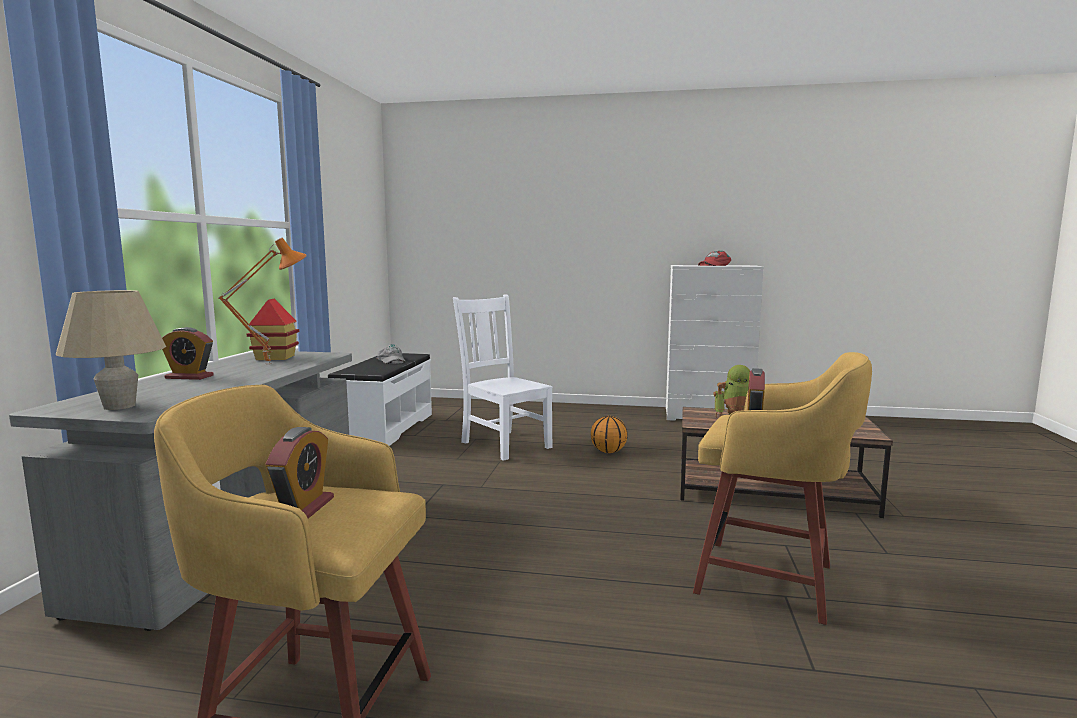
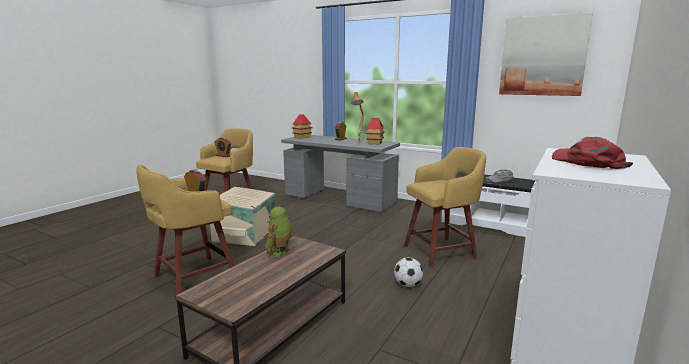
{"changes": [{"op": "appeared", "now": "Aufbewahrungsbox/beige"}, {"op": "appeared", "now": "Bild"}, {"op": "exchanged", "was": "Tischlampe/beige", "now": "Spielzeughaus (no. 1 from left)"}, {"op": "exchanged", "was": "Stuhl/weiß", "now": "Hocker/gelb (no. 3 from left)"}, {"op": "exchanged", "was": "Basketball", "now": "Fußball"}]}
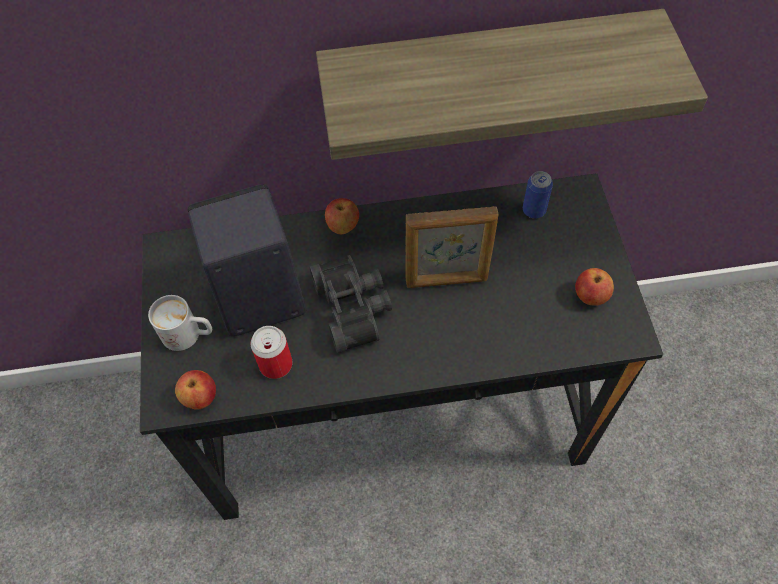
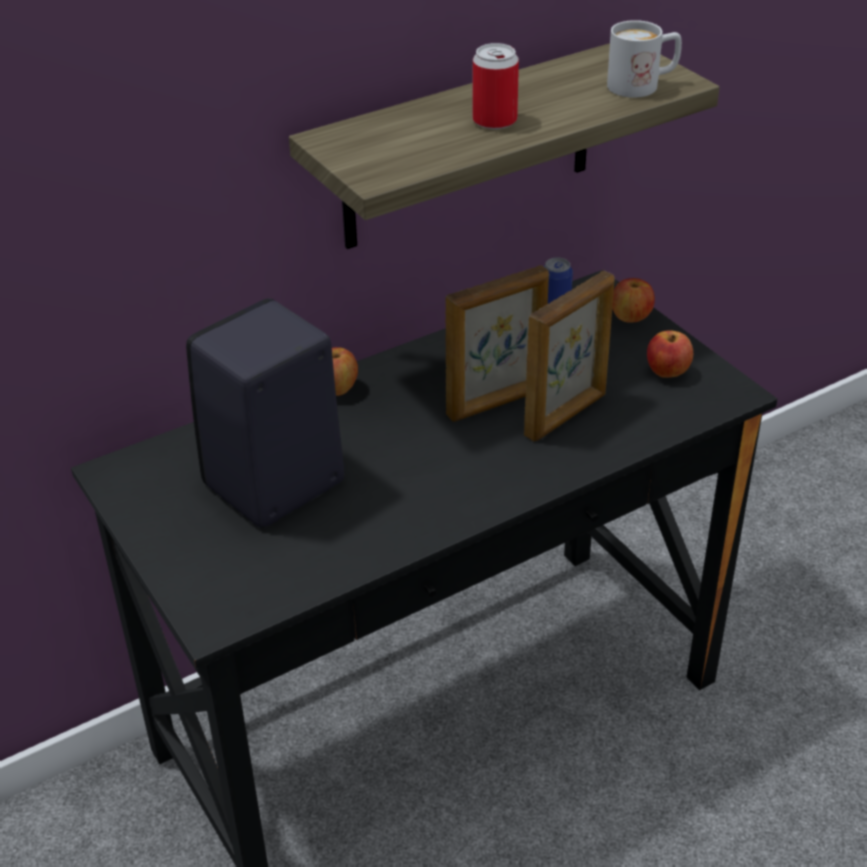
{"changes": [{"op": "missing", "was": "Fernglas/schwarz"}, {"op": "appeared", "now": "Bilderrahmen (no. 2 from left)"}, {"op": "relocated", "was": "Henkelbecher/weiß"}, {"op": "relocated", "was": "Apfel (no. 1 from left in the first image)", "now": "Apfel (no. 2 from left)"}, {"op": "relocated", "was": "Dose (no. 1 from left)"}]}
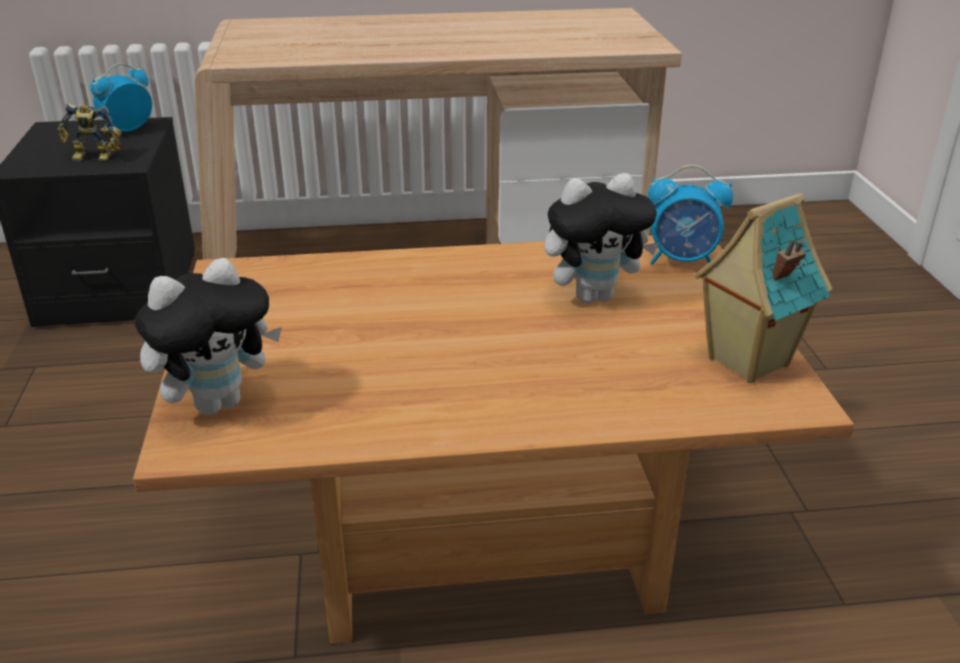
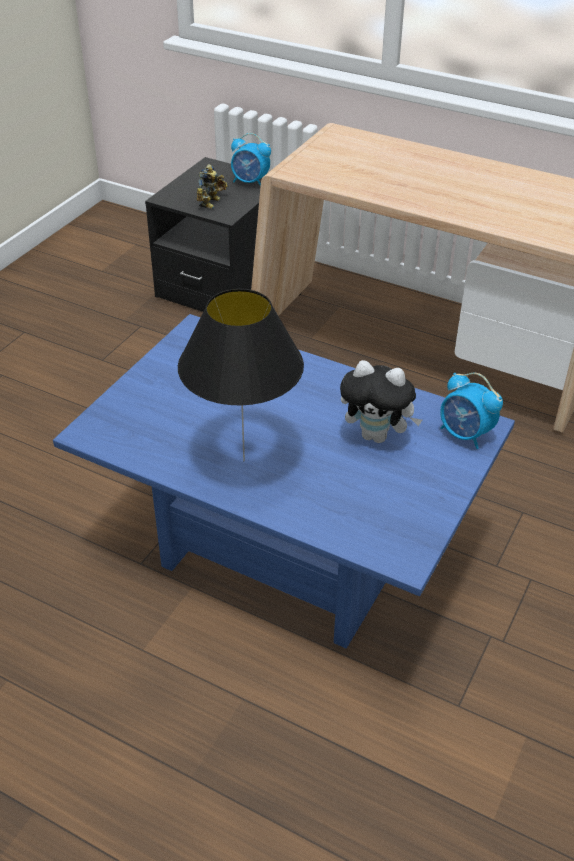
{"changes": [{"op": "missing", "was": "Plüschtier (no. 1 from left)"}, {"op": "missing", "was": "Spielzeughaus"}, {"op": "appeared", "now": "Tischlampe/schwarz"}, {"op": "colour", "was": "Couchtisch/braun", "now": "Couchtisch/blau"}, {"op": "spun", "was": "Spielzeugroboter", "clockwise": -105}, {"op": "spun", "was": "Wecker (no. 1 from left)", "clockwise": -150}]}
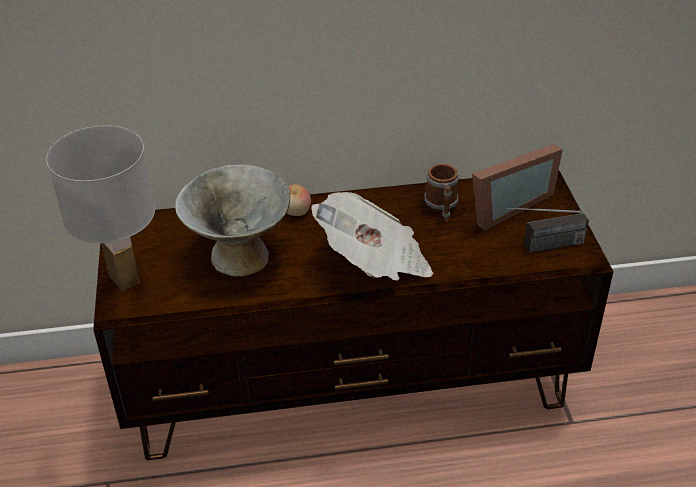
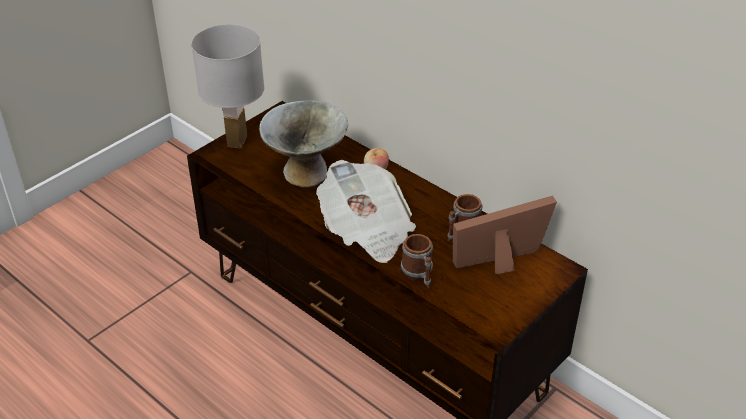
{"changes": [{"op": "missing", "was": "Radio"}, {"op": "appeared", "now": "Henkelbecher (no. 1 from left)"}, {"op": "spun", "was": "Bilderrahmen", "clockwise": 150}]}
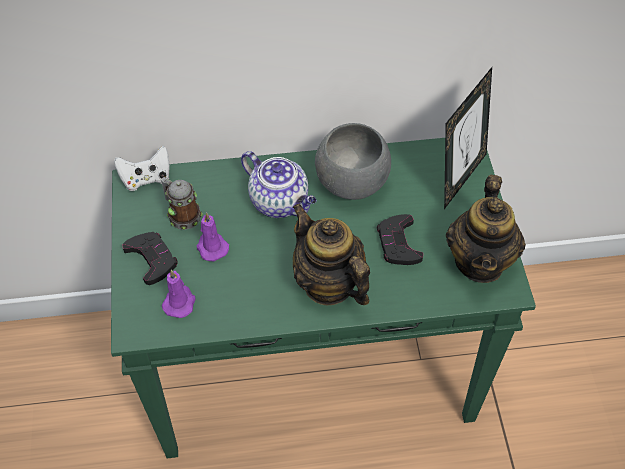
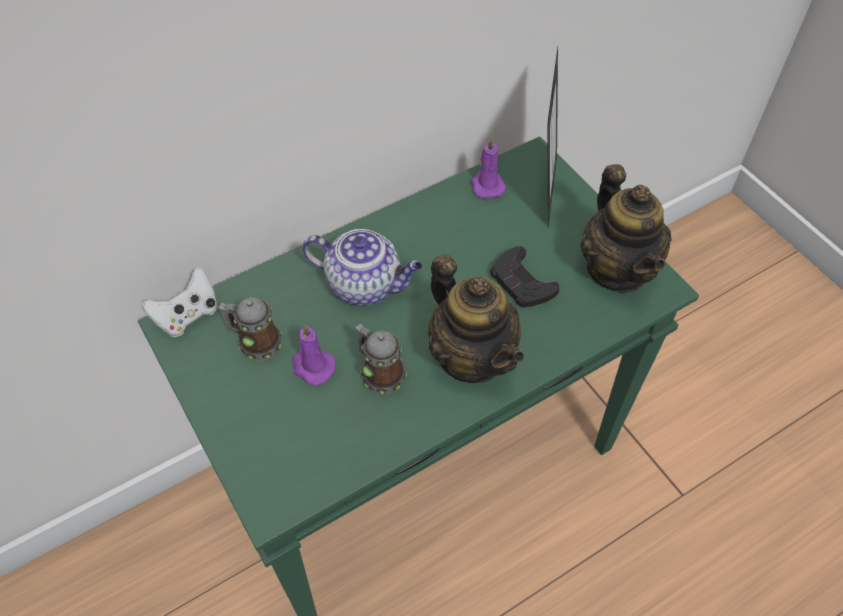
{"changes": [{"op": "missing", "was": "Gamepad/schwarz (no. 1 from left)"}, {"op": "missing", "was": "Schüssel/grau"}, {"op": "appeared", "now": "Henkelbecher (no. 2 from left)"}, {"op": "relocated", "was": "Kerze/lila (no. 1 from left in the first image)", "now": "Kerze/lila (no. 2 from left)"}, {"op": "spun", "was": "Teekanne (no. 2 from left)", "clockwise": -150}]}
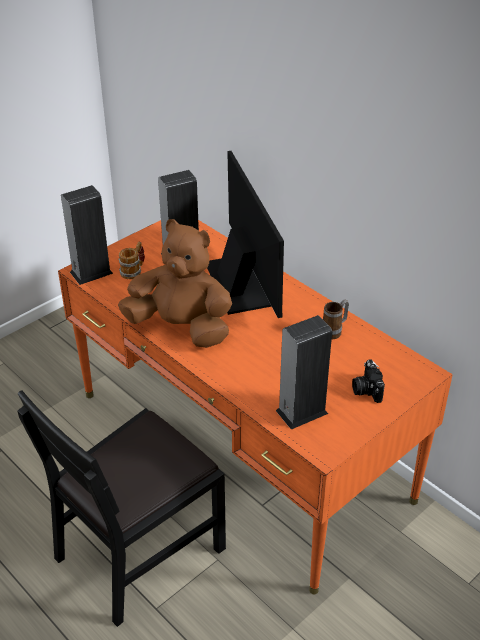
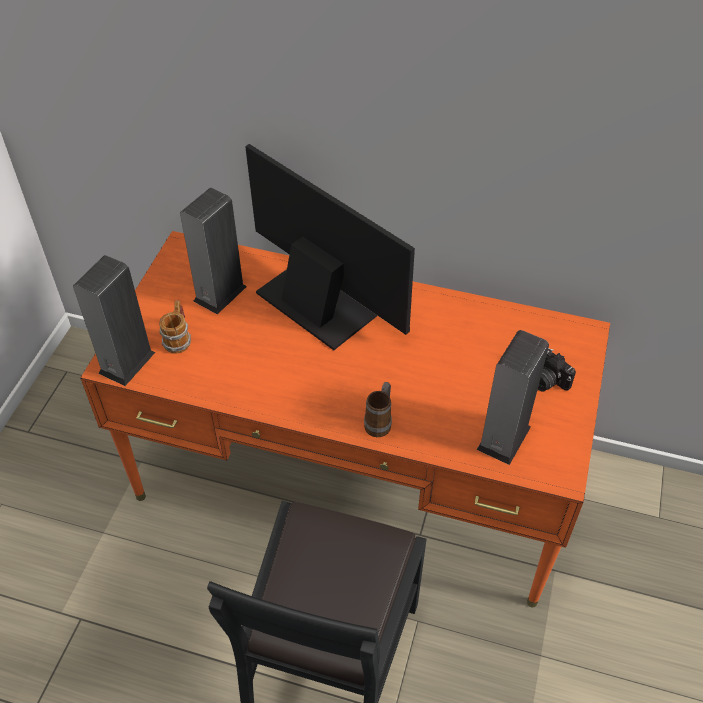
{"changes": [{"op": "missing", "was": "Plüschtier/braun"}, {"op": "relocated", "was": "Henkelbecher (no. 2 from left)"}]}
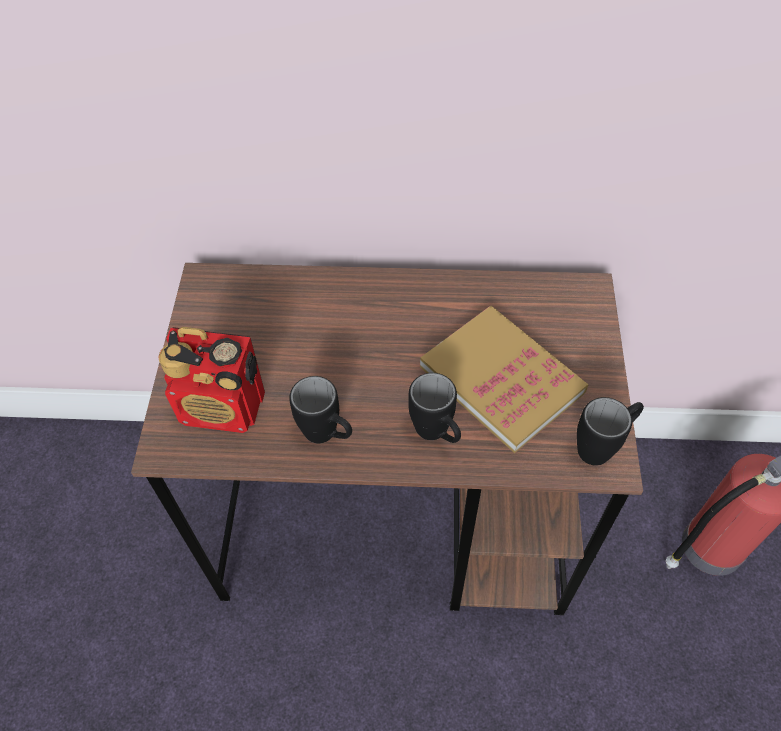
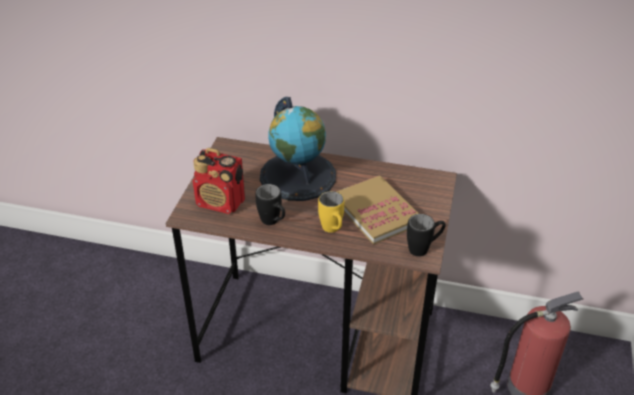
{"changes": [{"op": "appeared", "now": "Globus"}, {"op": "colour", "was": "Henkelbecher/schwarz (no. 2 from left)", "now": "Henkelbecher/gelb"}]}
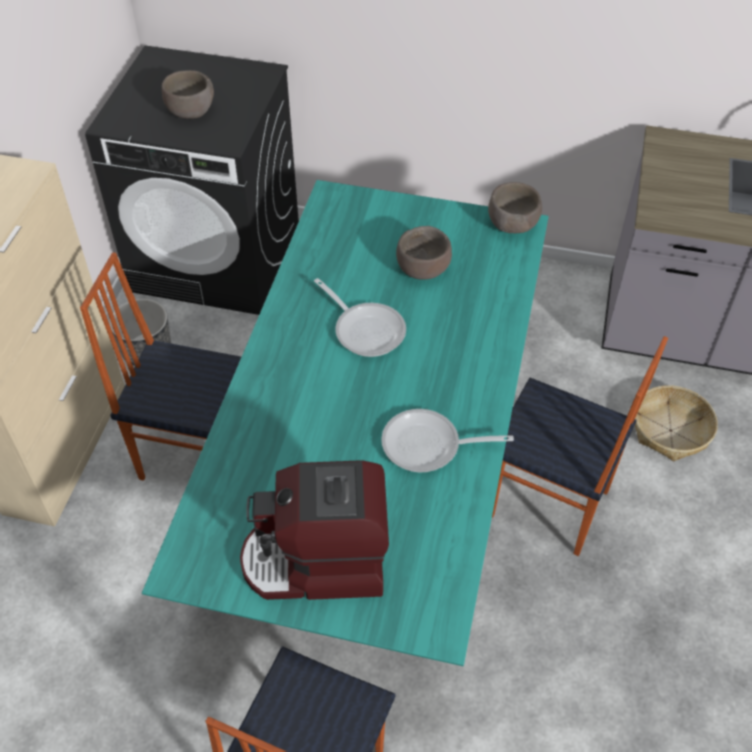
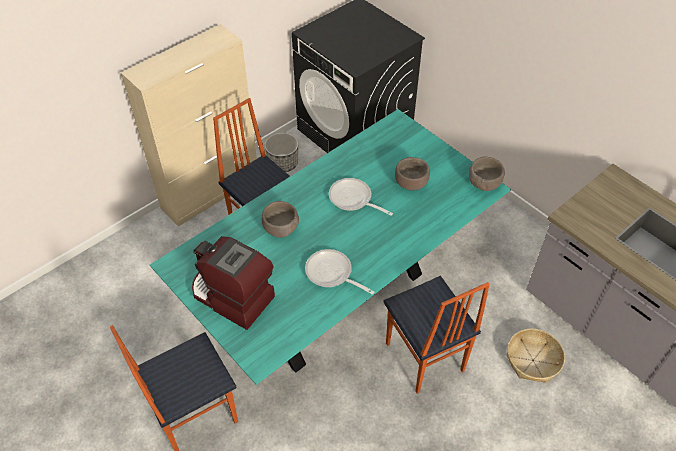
{"changes": [{"op": "relocated", "was": "Schüssel/braun (no. 1 from left)"}, {"op": "spun", "was": "Pfanne (no. 1 from left in the first image)", "clockwise": 135}]}
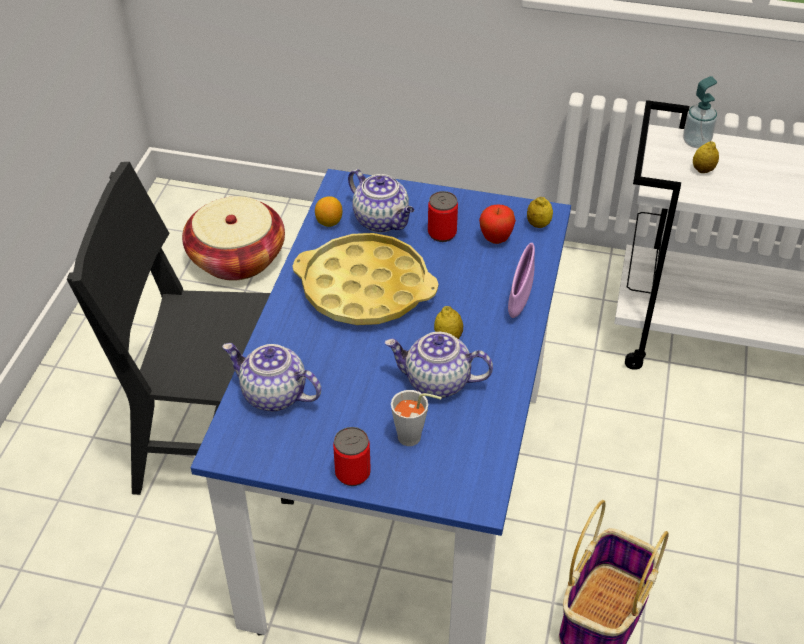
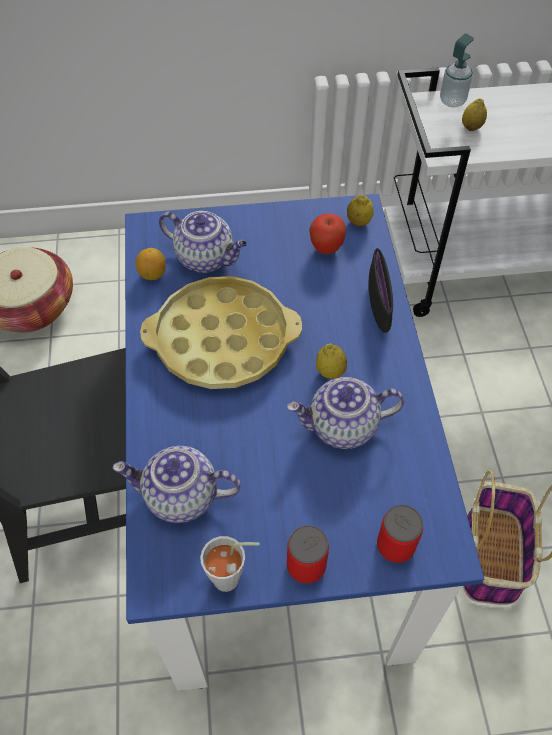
{"changes": [{"op": "relocated", "was": "Tasse/grau"}, {"op": "relocated", "was": "Dose (no. 2 from left)"}, {"op": "colour", "was": "Schüssel/lila", "now": "Schüssel/schwarz"}]}
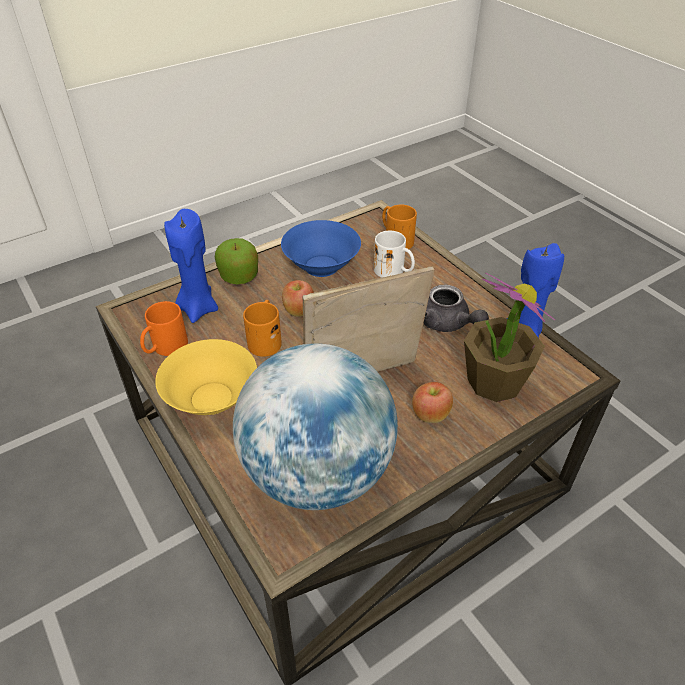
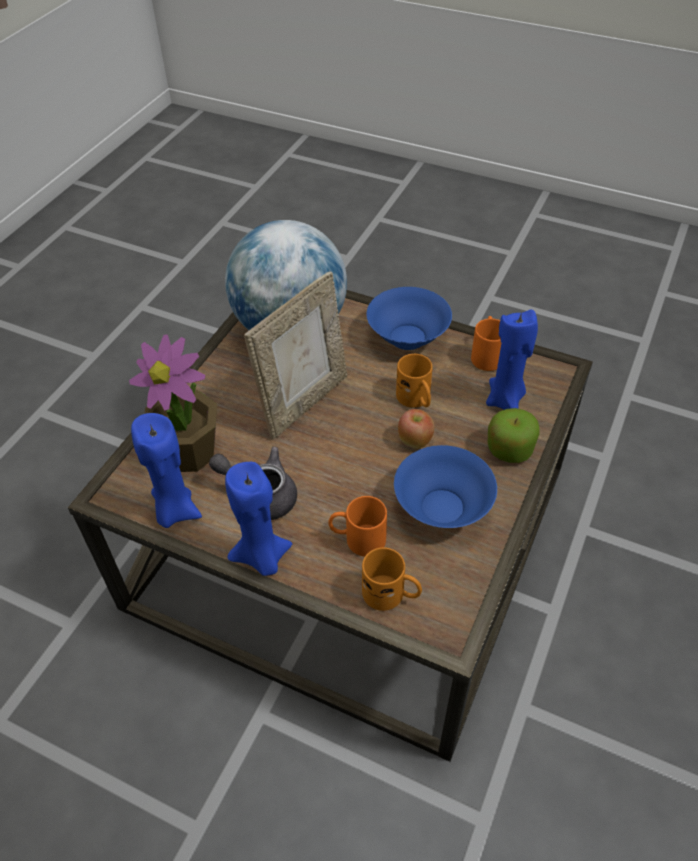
{"changes": [{"op": "missing", "was": "Apfel (no. 3 from left)"}, {"op": "appeared", "now": "Kerze/blau (no. 2 from left)"}, {"op": "colour", "was": "Schüssel/gelb", "now": "Schüssel/blau (no. 1 from left)"}, {"op": "colour", "was": "Henkelbecher/weiß", "now": "Henkelbecher/orange (no. 1 from left)"}]}
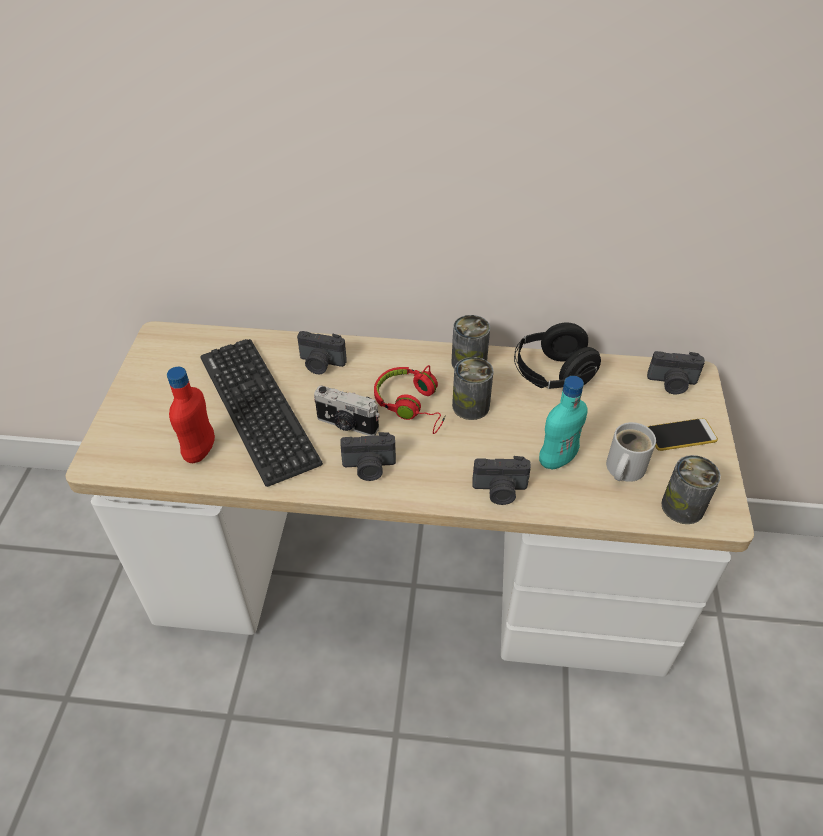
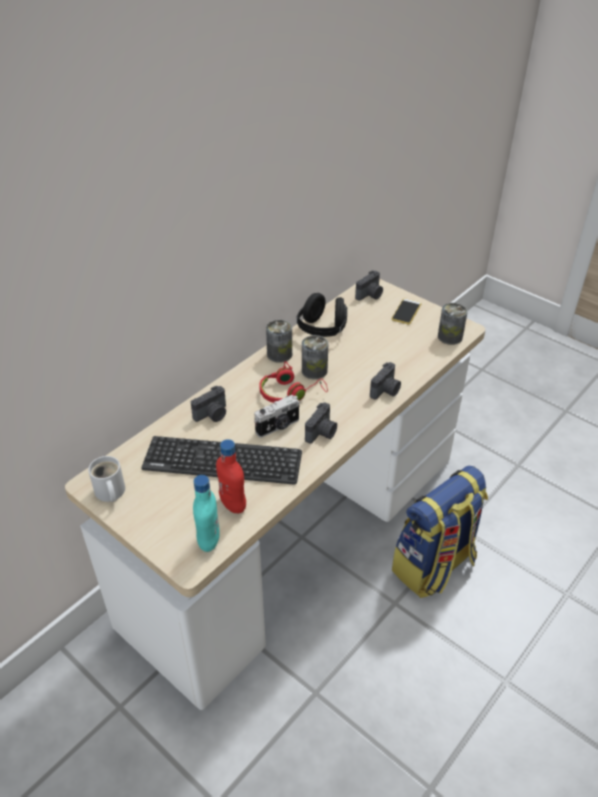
{"changes": [{"op": "appeared", "now": "Rucksack"}, {"op": "relocated", "was": "Flasche/türkis"}, {"op": "relocated", "was": "Henkelbecher/weiß"}]}
